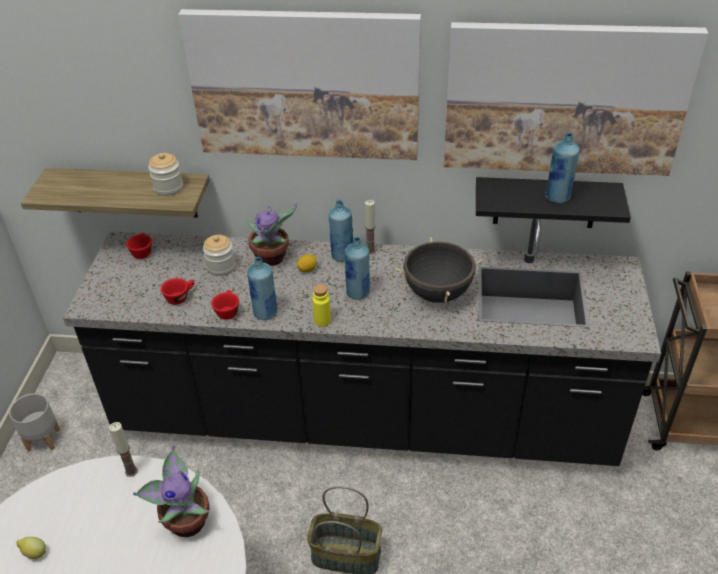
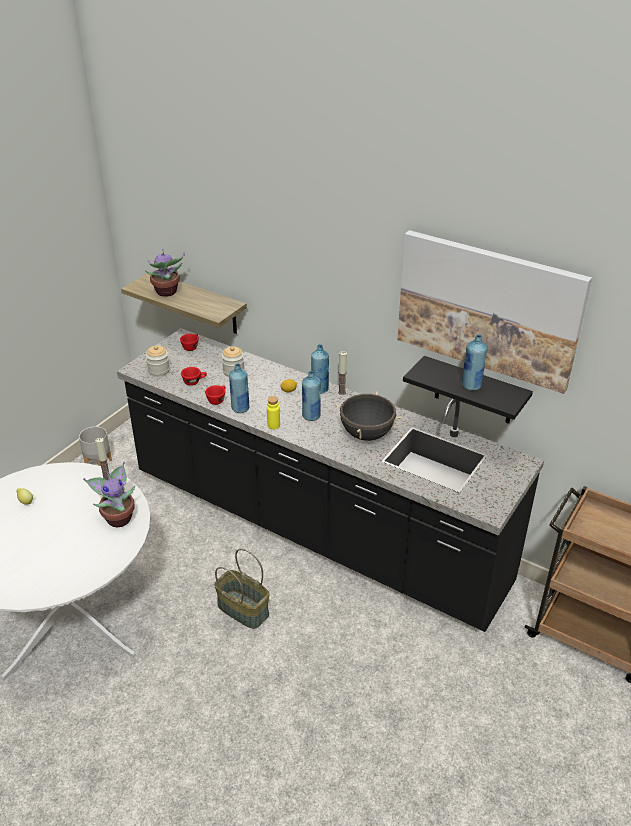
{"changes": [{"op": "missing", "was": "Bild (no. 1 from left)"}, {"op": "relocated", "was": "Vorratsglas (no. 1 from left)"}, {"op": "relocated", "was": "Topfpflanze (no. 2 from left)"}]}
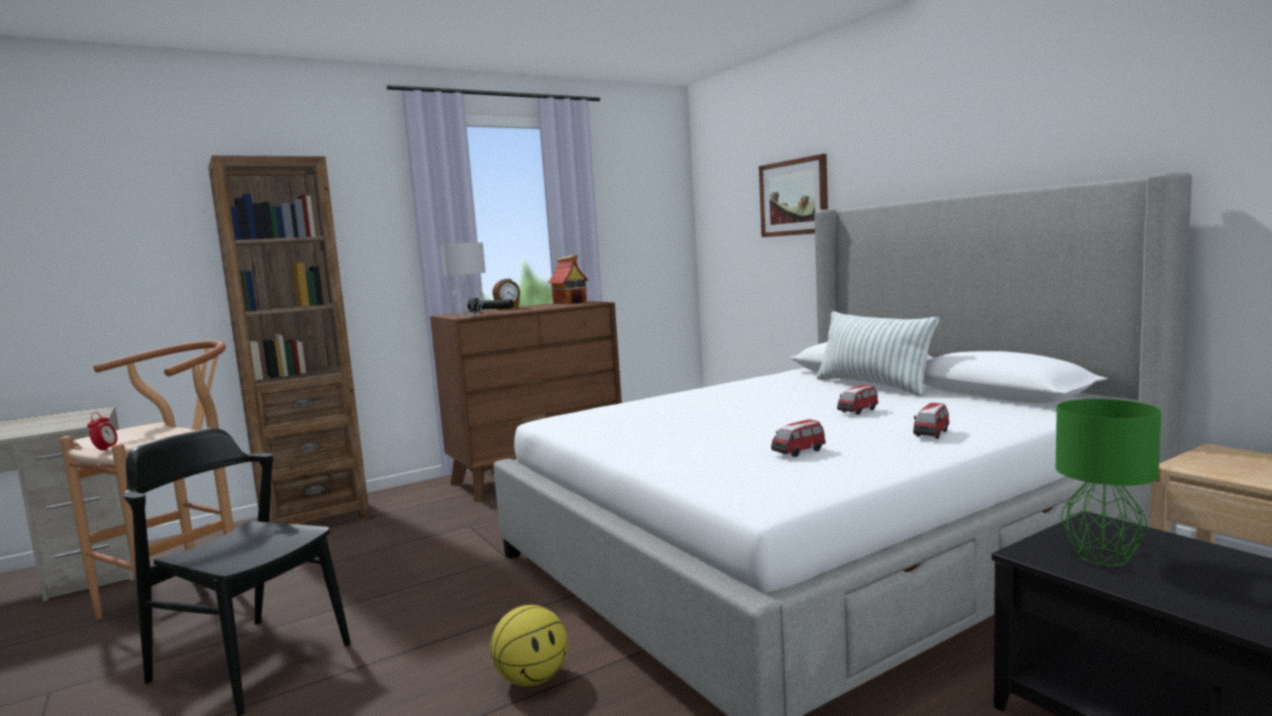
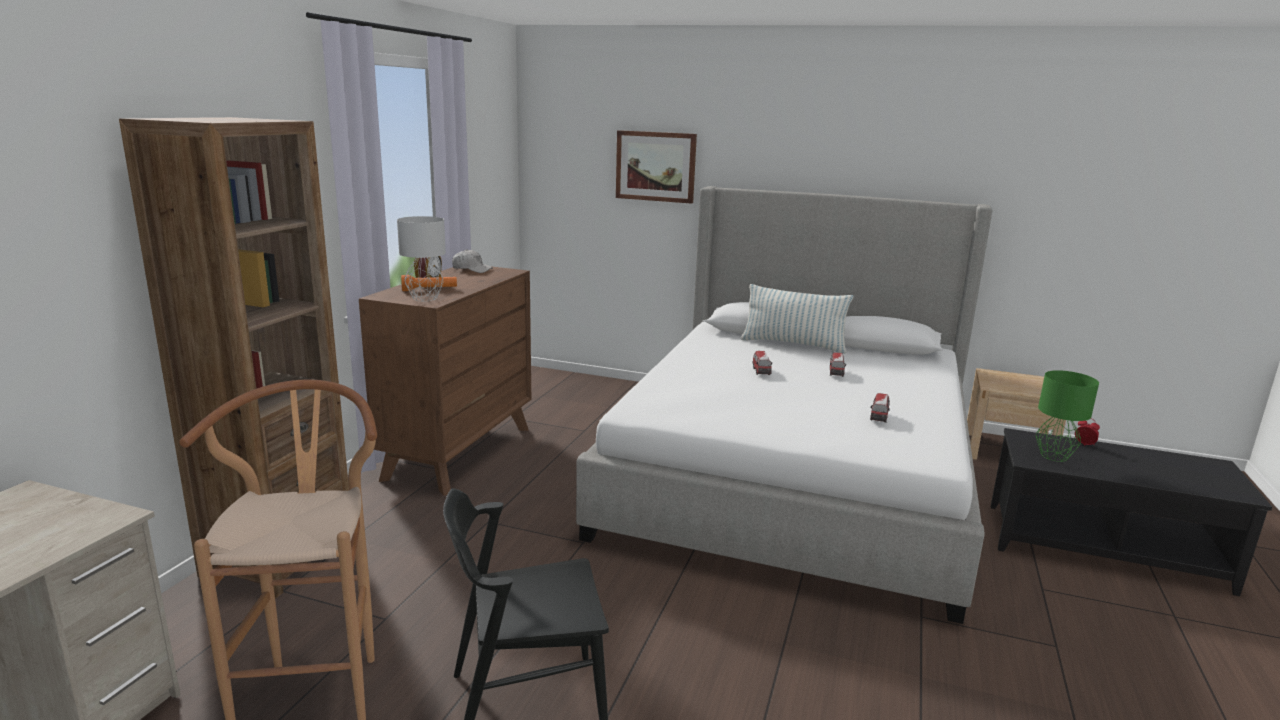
{"changes": [{"op": "missing", "was": "Basketball"}, {"op": "relocated", "was": "Wecker (no. 1 from left in the first image)", "now": "Wecker (no. 2 from left)"}, {"op": "relocated", "was": "Spielzeugauto (no. 3 from left in the first image)", "now": "Spielzeugauto (no. 1 from left)"}, {"op": "exchanged", "was": "Spielzeughaus", "now": "Kappe/weiß"}, {"op": "colour", "was": "Taschenlampe/schwarz", "now": "Taschenlampe/orange"}]}
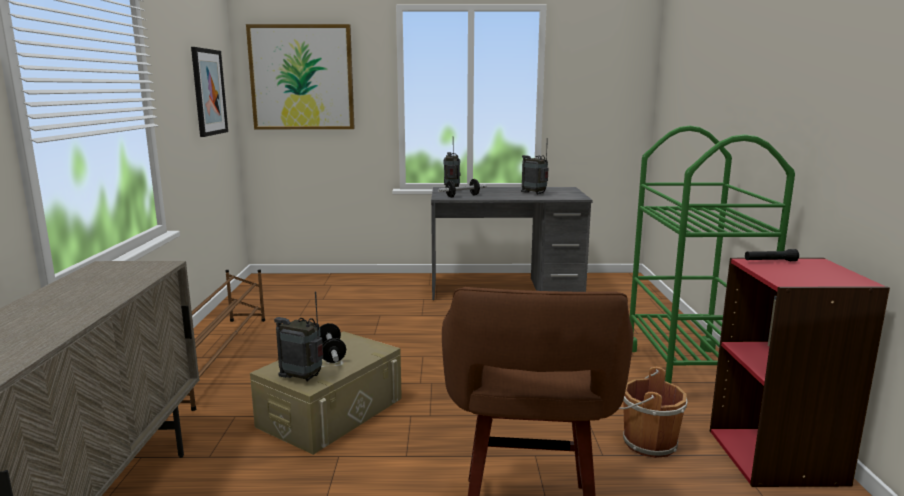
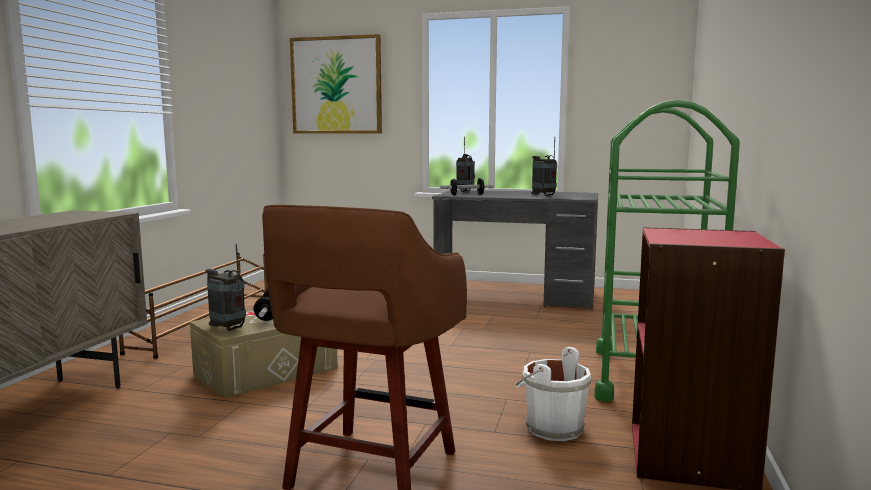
{"changes": [{"op": "missing", "was": "Bild (no. 1 from left)"}, {"op": "missing", "was": "Taschenlampe/schwarz"}, {"op": "colour", "was": "Eimer/braun", "now": "Eimer/weiß"}]}
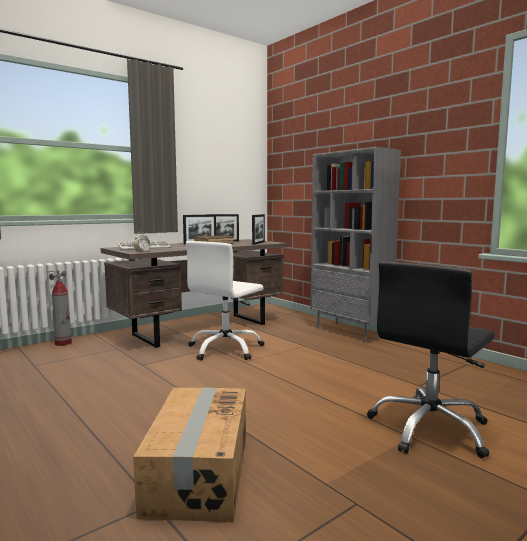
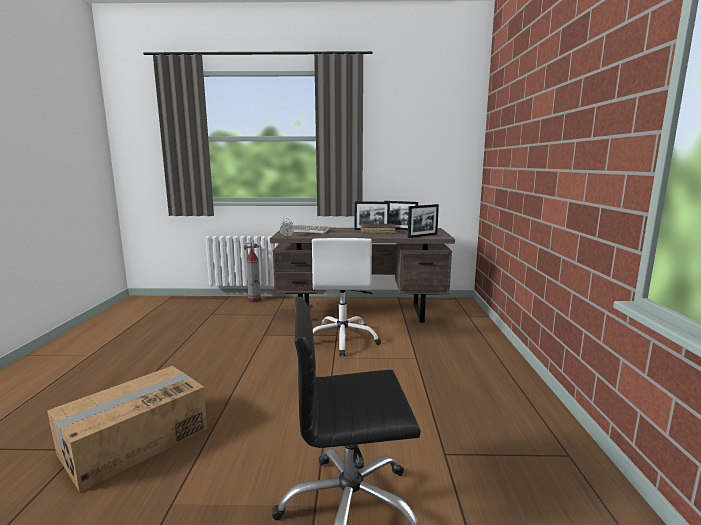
{"changes": [{"op": "missing", "was": "Bücherregal/grau"}, {"op": "spun", "was": "Bürostuhl/weiß", "clockwise": -75}]}
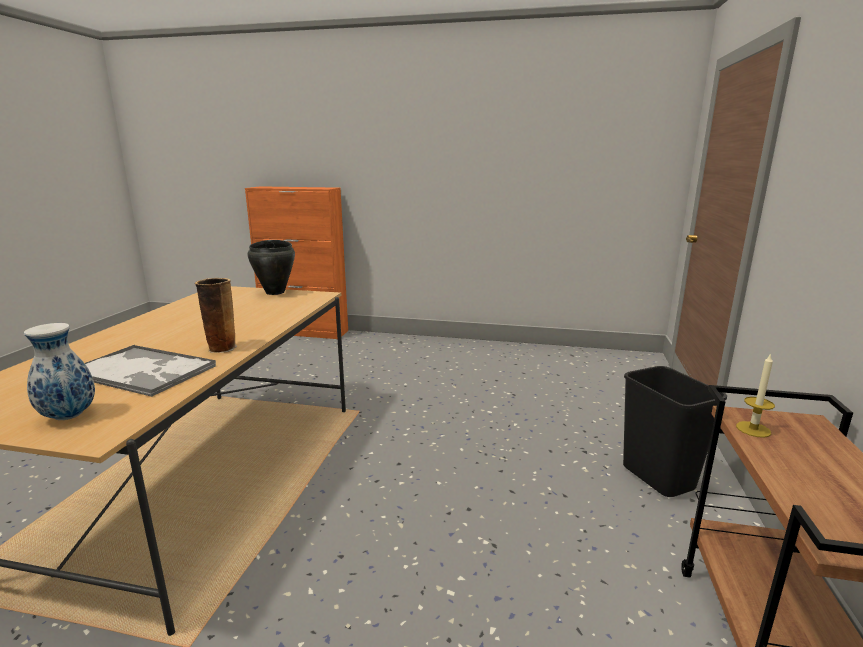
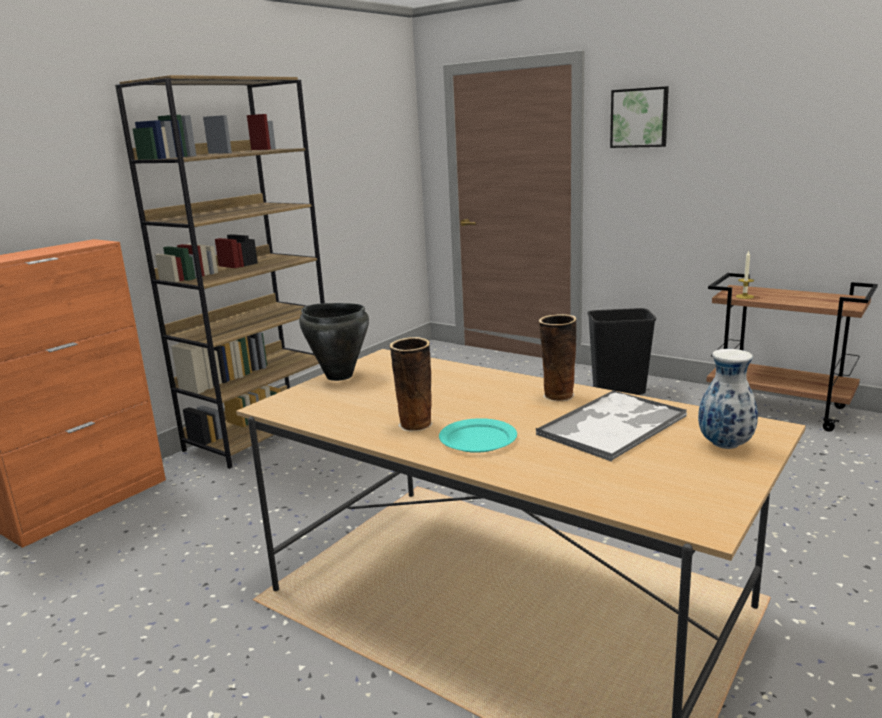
{"changes": [{"op": "appeared", "now": "Bücherregal/braun"}, {"op": "appeared", "now": "Vase (no. 1 from left)"}, {"op": "appeared", "now": "Teller/türkis"}, {"op": "appeared", "now": "Bild"}]}
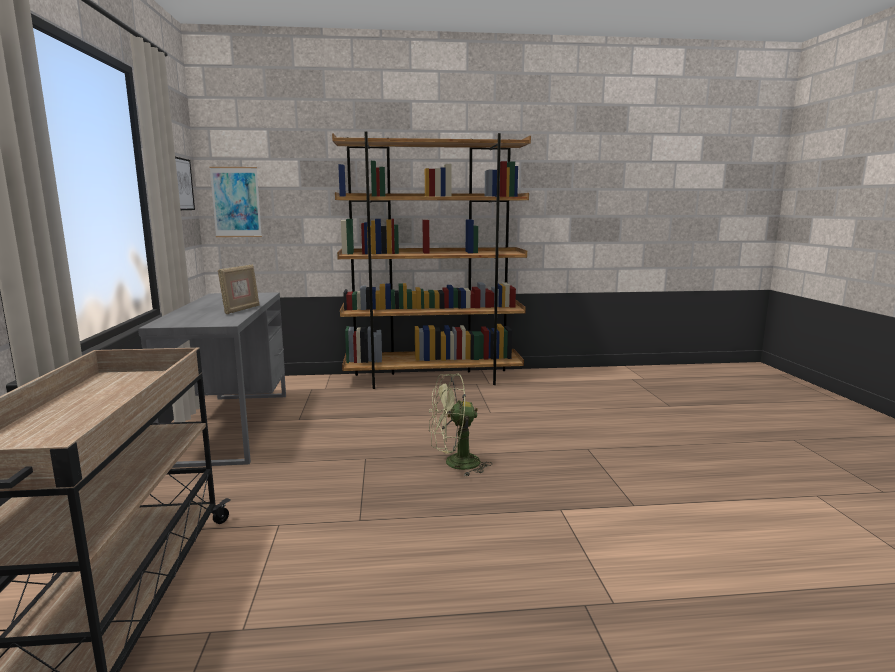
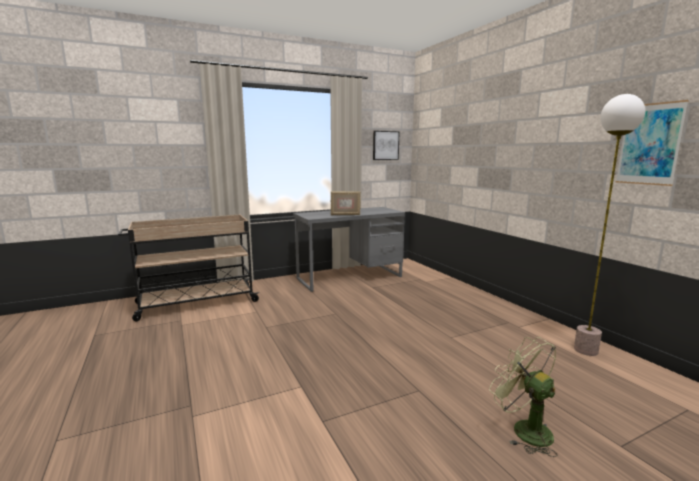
{"changes": [{"op": "missing", "was": "Bücherregal/braun"}, {"op": "appeared", "now": "Stehlampe"}, {"op": "relocated", "was": "Bild (no. 2 from left)"}, {"op": "relocated", "was": "Ventilator/grün"}]}
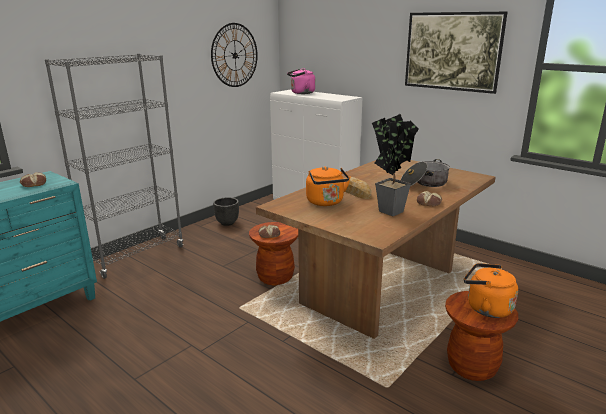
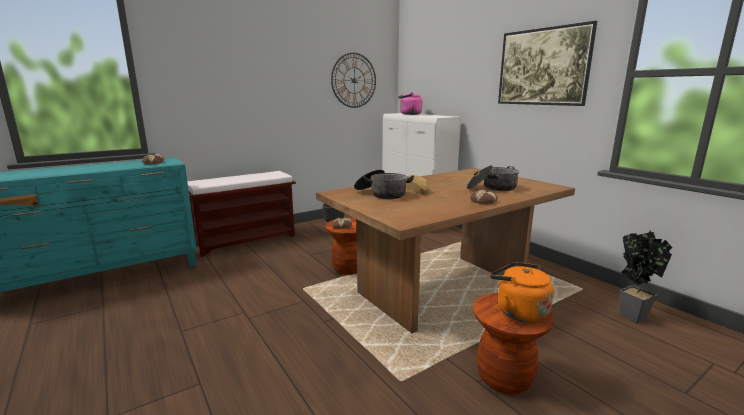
{"changes": [{"op": "relocated", "was": "Topfpflanze"}, {"op": "exchanged", "was": "Bücherregal/grau", "now": "Bank/braun"}, {"op": "exchanged", "was": "Wasserkessel/orange (no. 1 from left)", "now": "Kochtopf (no. 1 from left)"}]}
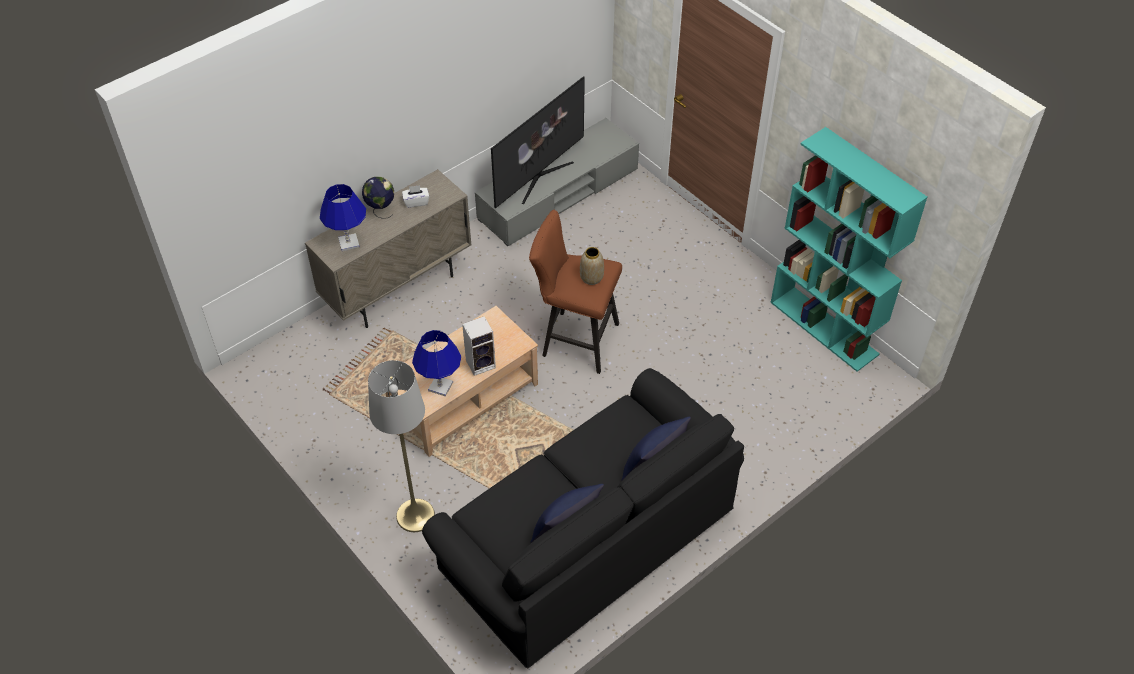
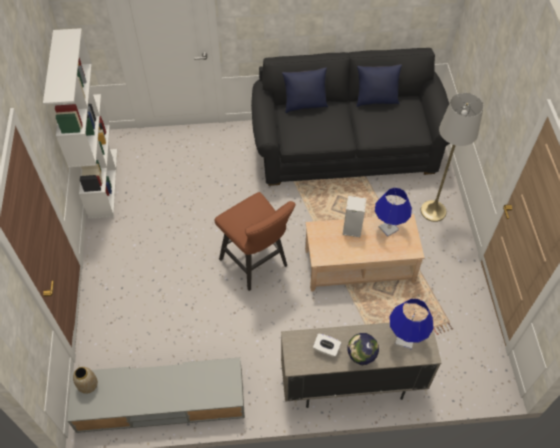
{"changes": [{"op": "missing", "was": "Fernseher"}, {"op": "relocated", "was": "Vase"}, {"op": "colour", "was": "Bücherregal/türkis", "now": "Bücherregal/weiß"}]}
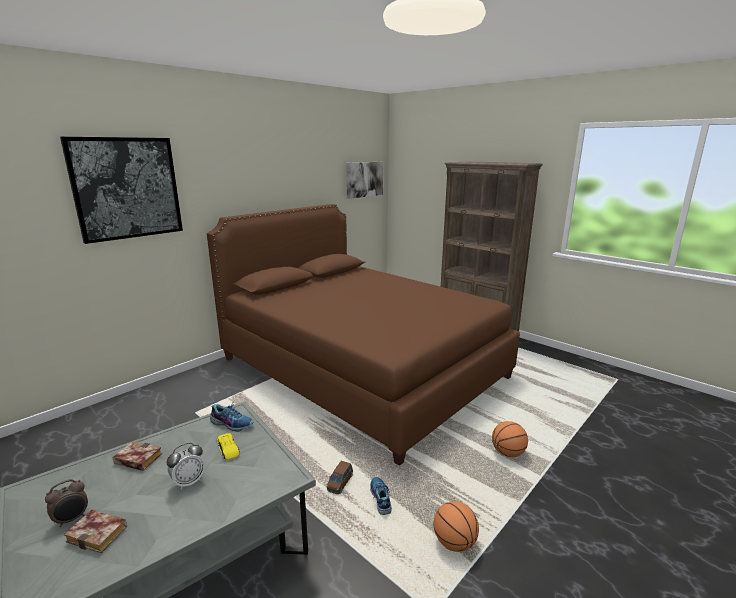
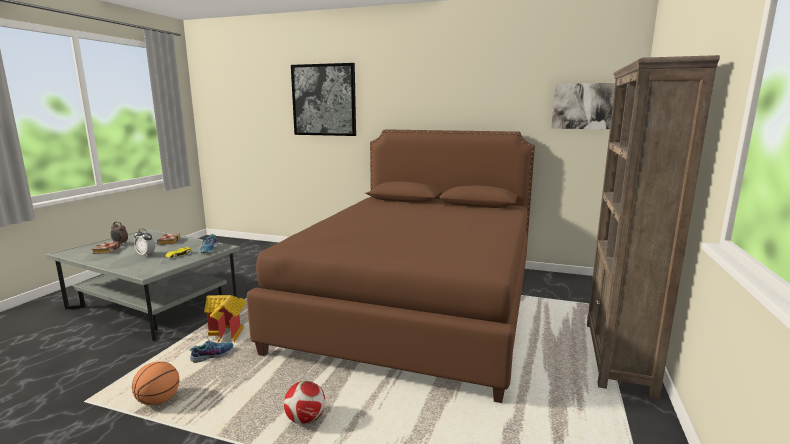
{"changes": [{"op": "exchanged", "was": "Spielzeugauto/braun", "now": "Spielzeughaus"}, {"op": "exchanged", "was": "Basketball (no. 2 from left)", "now": "Fußball"}]}
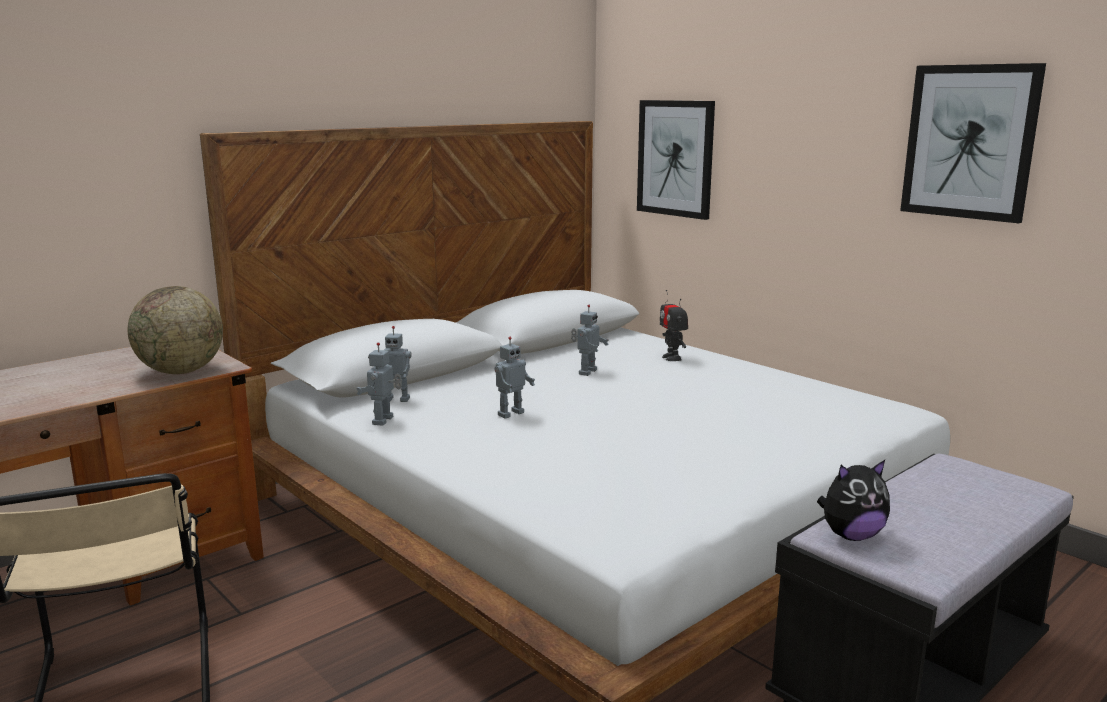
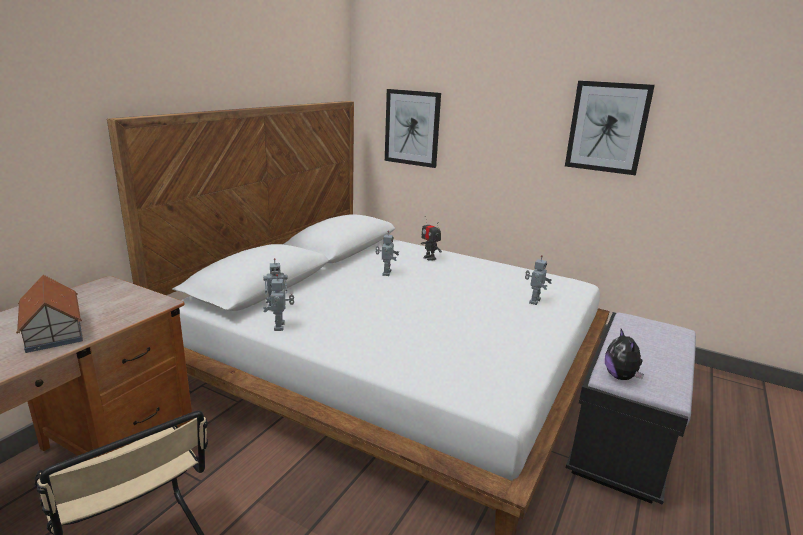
{"changes": [{"op": "missing", "was": "Globus"}, {"op": "appeared", "now": "Spielzeughaus"}, {"op": "relocated", "was": "Spielzeugroboter (no. 3 from left in the first image)", "now": "Spielzeugroboter (no. 5 from left)"}, {"op": "spun", "was": "Plüschtier", "clockwise": 120}]}
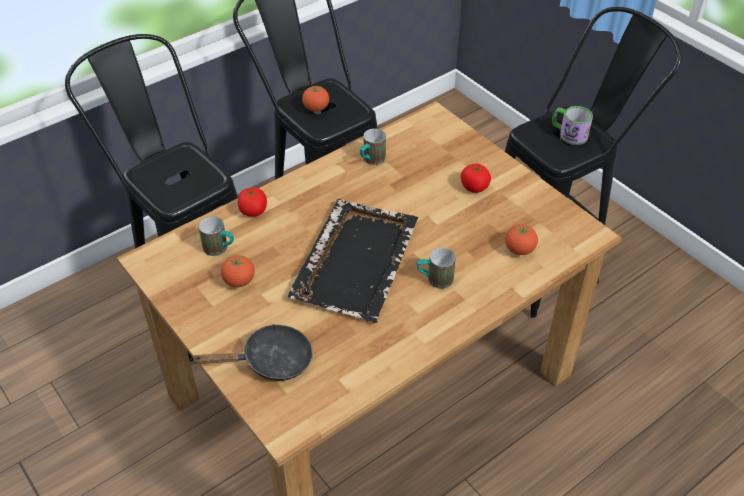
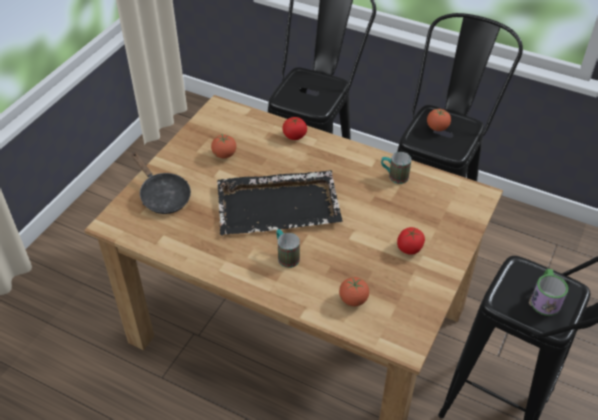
{"changes": [{"op": "missing", "was": "Henkelbecher (no. 1 from left)"}]}
